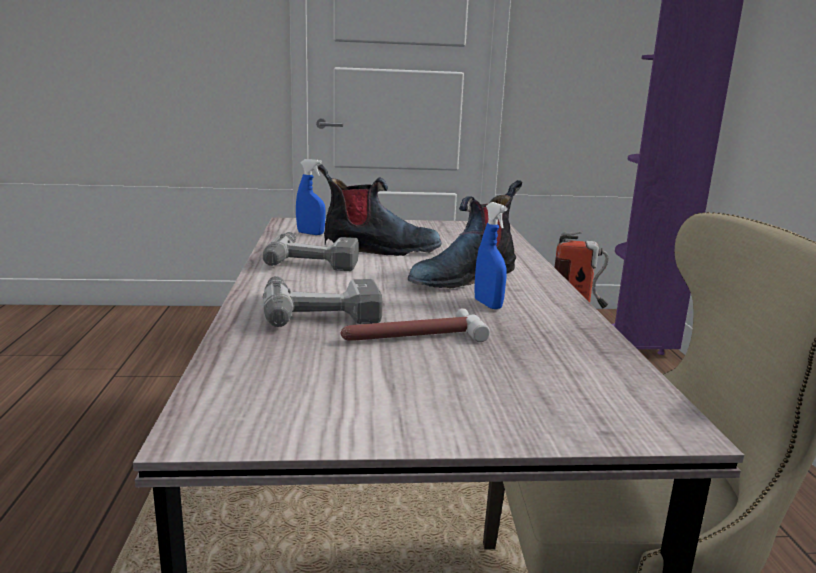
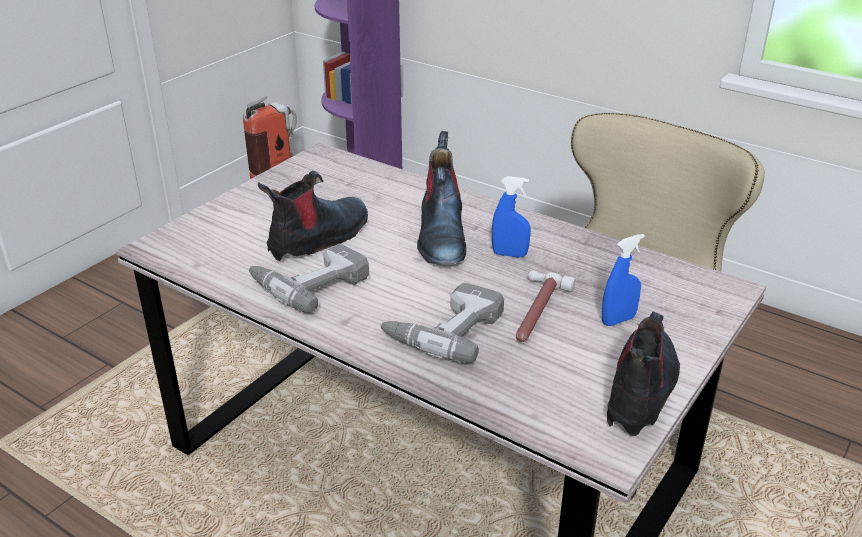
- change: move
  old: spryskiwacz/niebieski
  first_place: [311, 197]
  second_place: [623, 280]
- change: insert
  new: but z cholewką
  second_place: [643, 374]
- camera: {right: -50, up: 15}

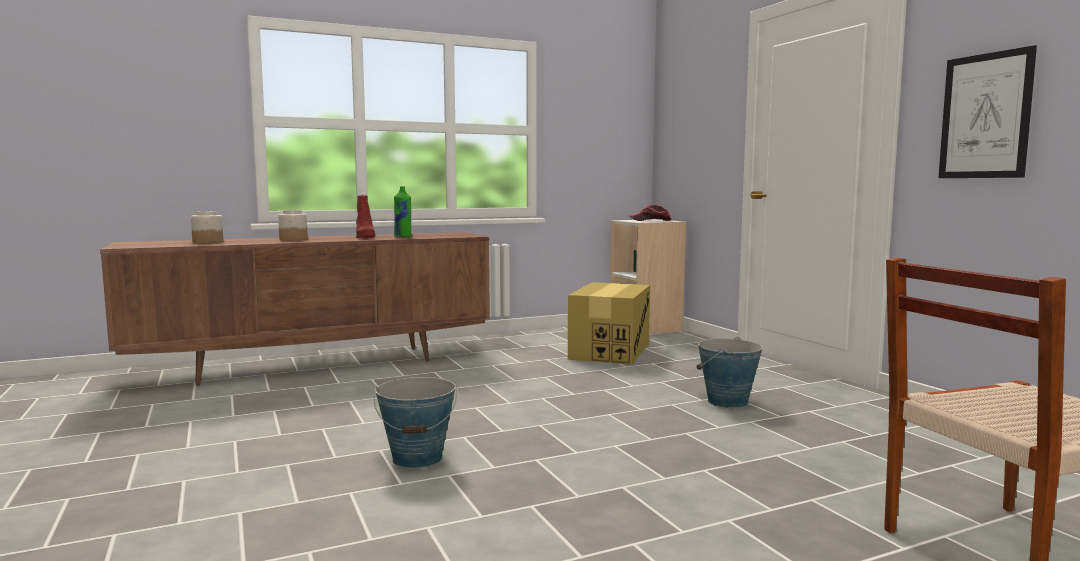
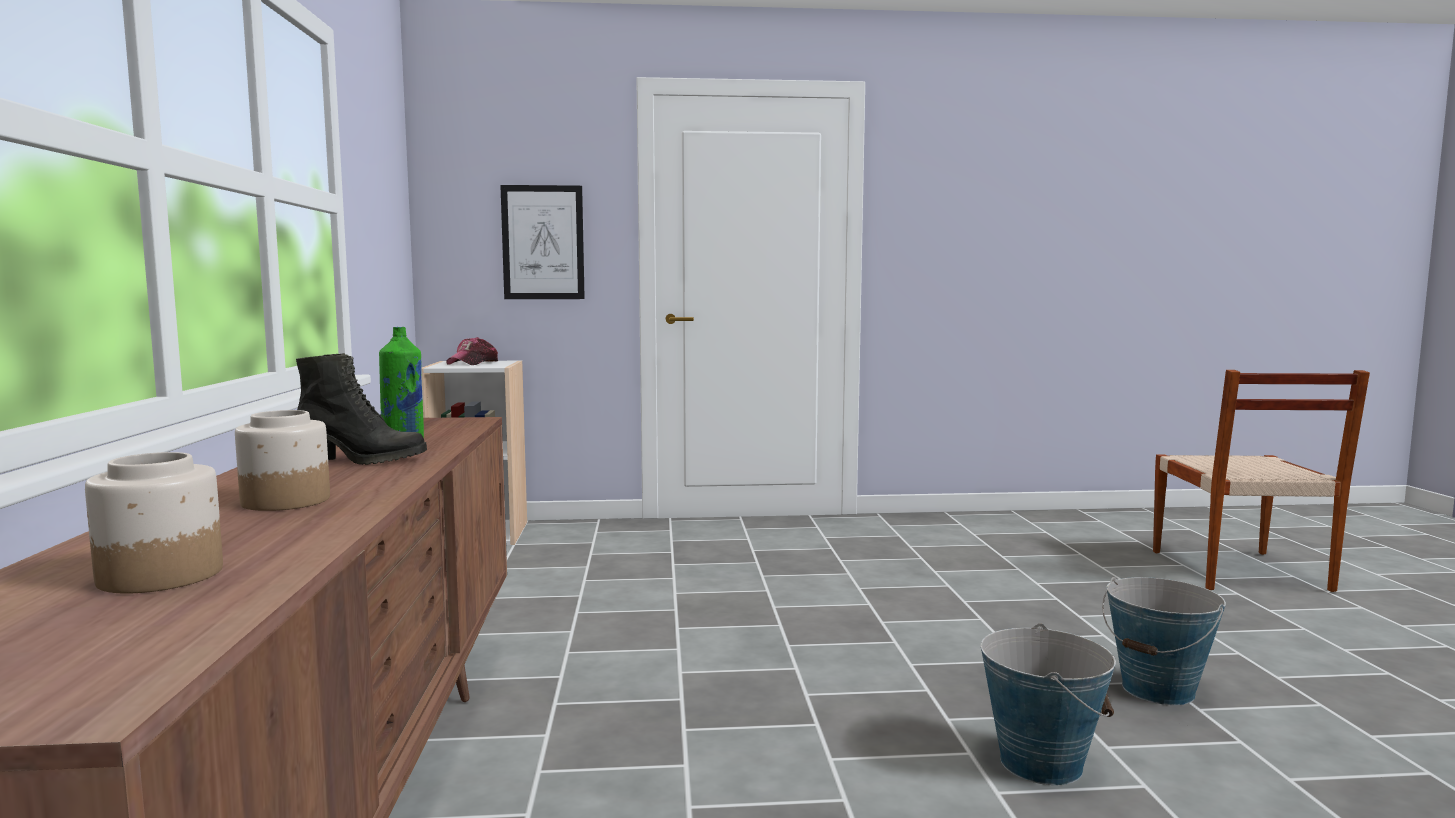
- change: recolor
  old: but z cholewką/czerwony
  new: but z cholewką/czarny
  first_place: [365, 216]
  second_place: [361, 409]
- change: delete
  old: karton
  first_place: [609, 323]
- change: move
  old: wiadro
  first_place: [730, 372]
  second_place: [1164, 641]
- change: move
  old: obraz
  first_place: [988, 111]
  second_place: [542, 242]
- camera: {right: -70, up: 0}

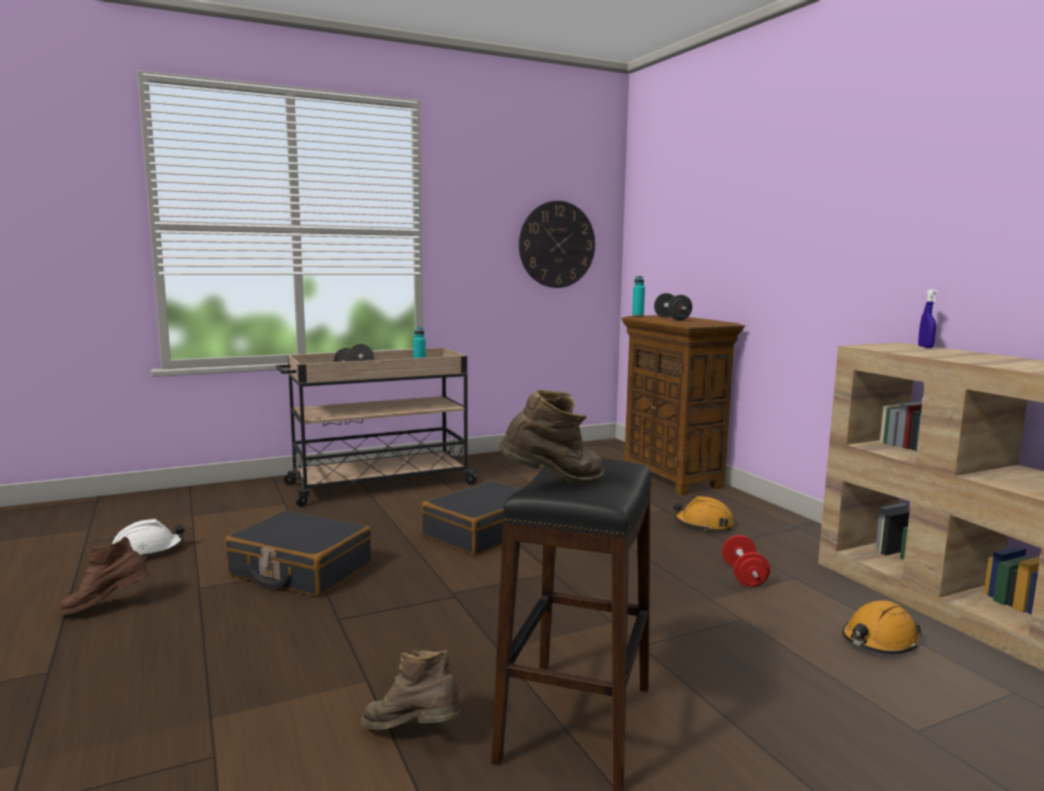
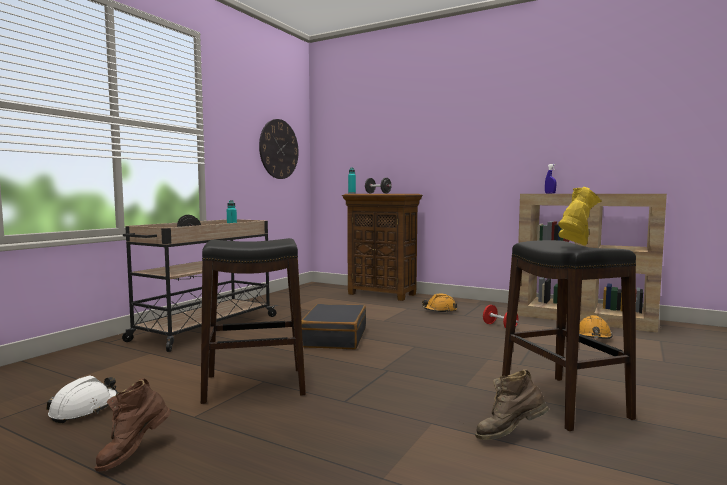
- change: replace
  old: walizka/czarny
  new: stołek/czarny
  first_place: [298, 553]
  second_place: [253, 321]
- change: recolor
  old: but z cholewką/brązowy
  new: but z cholewką/żółty
  first_place: [551, 437]
  second_place: [580, 216]
- camera: {right: -35, up: -5}

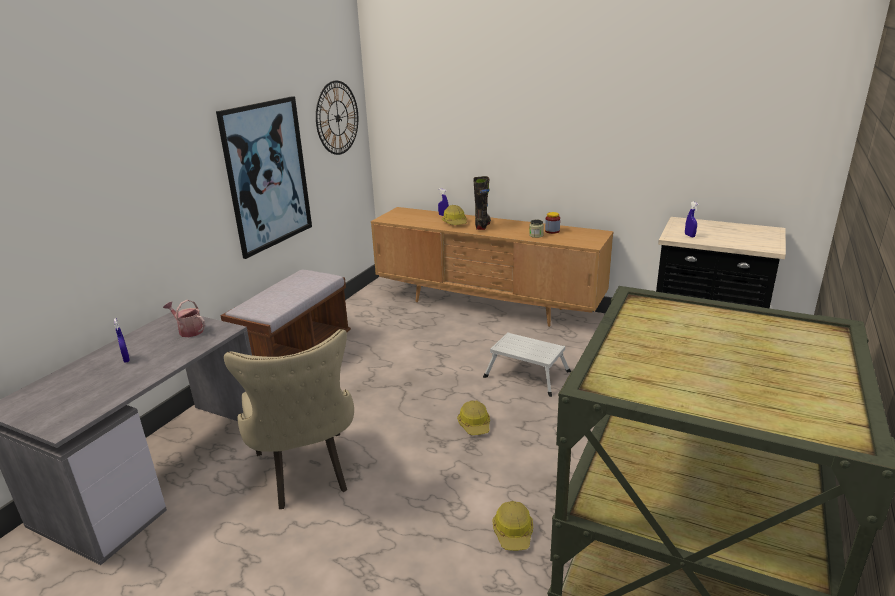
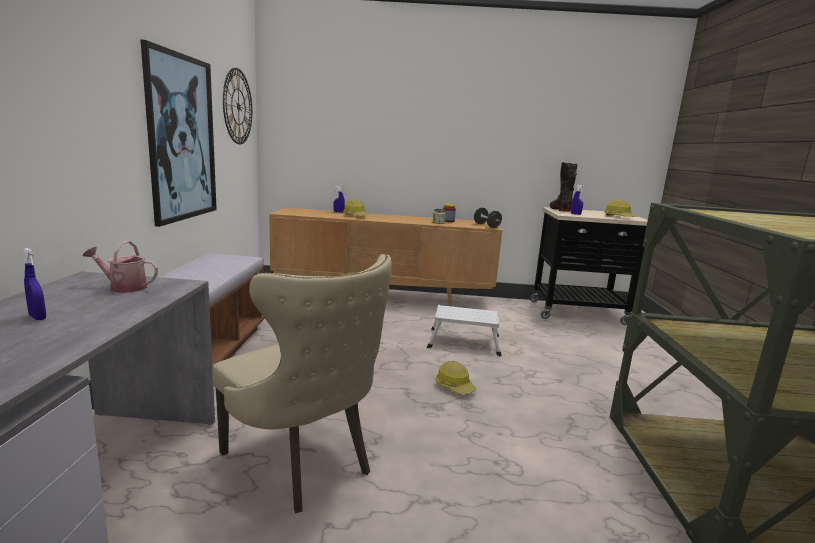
- change: move
  old: but z cholewką/czarny
  first_place: [482, 203]
  second_place: [563, 187]
- change: move
  old: kask
  first_place: [512, 526]
  second_place: [620, 208]
- change: insert
  new: hantel/czarny
  second_place: [488, 218]
- camera: {right: -25, up: -10}

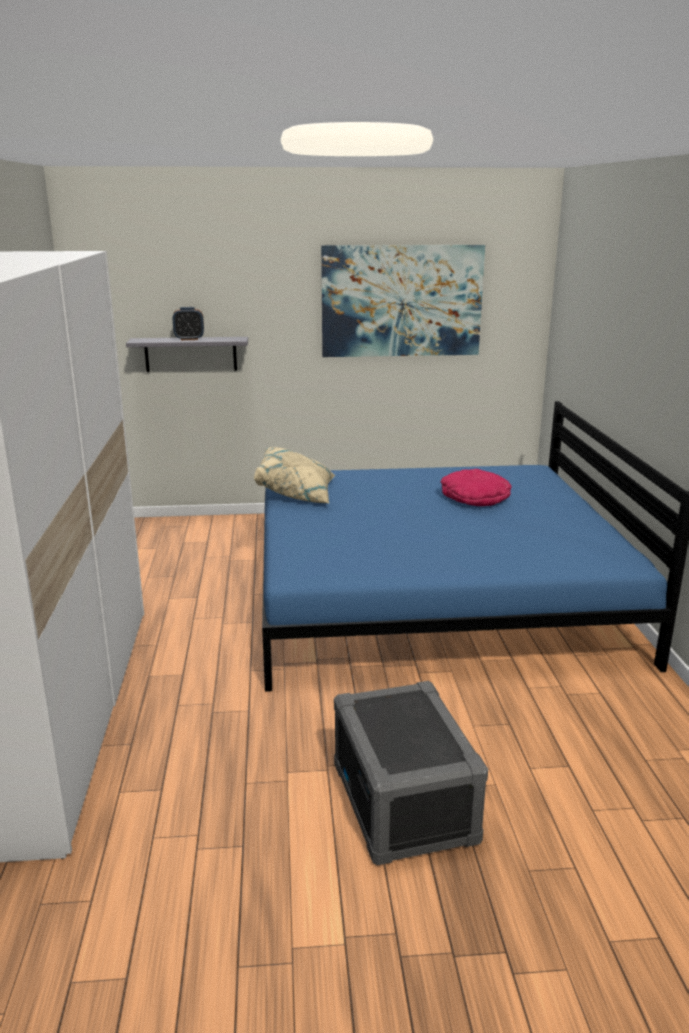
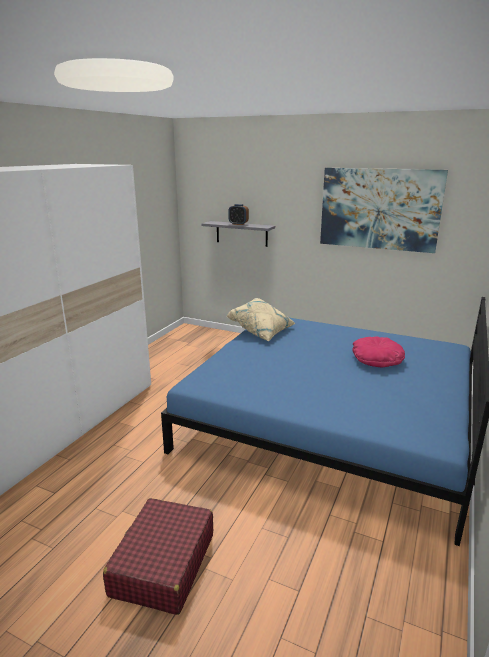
- change: replace
  old: pojemnik do przechowywania/szary
  new: walizka/czerwony
  first_place: [411, 773]
  second_place: [158, 556]
- camera: {right: 30, up: 0}

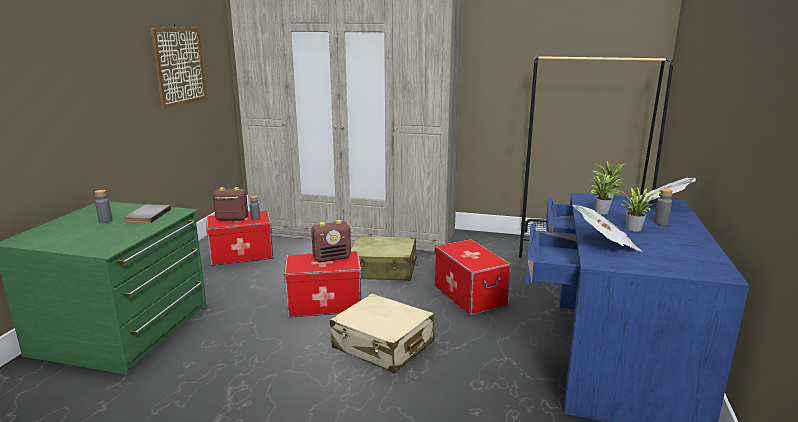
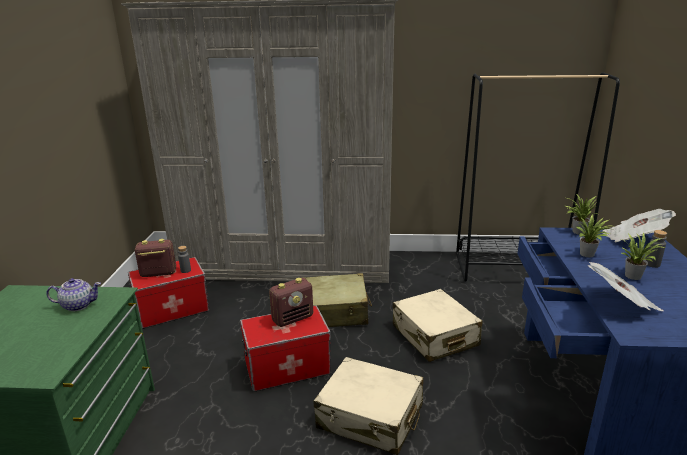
- change: delete
  old: butelka/szary
  first_place: [103, 206]
- change: replace
  old: książka/szary
  new: imbryk
  first_place: [147, 213]
  second_place: [73, 294]
- change: delete
  old: obraz
  first_place: [179, 67]
- change: replace
  old: pojemnik do przechowywania
  new: walizka/beżowy
  first_place: [473, 277]
  second_place: [437, 325]
- camera: {right: -10, up: 5}

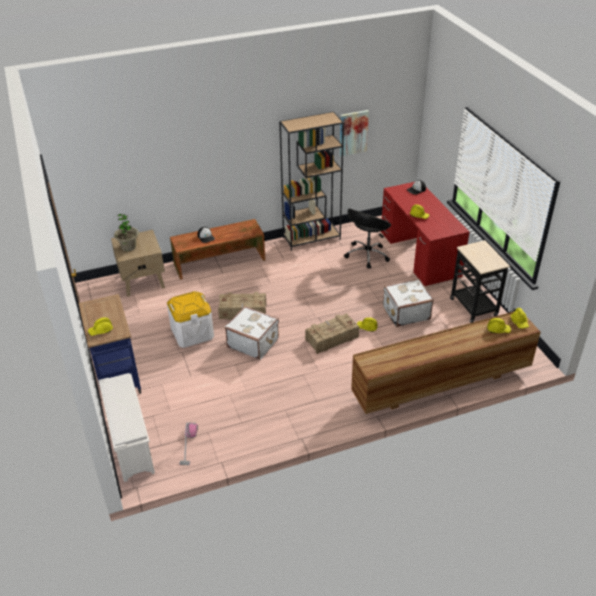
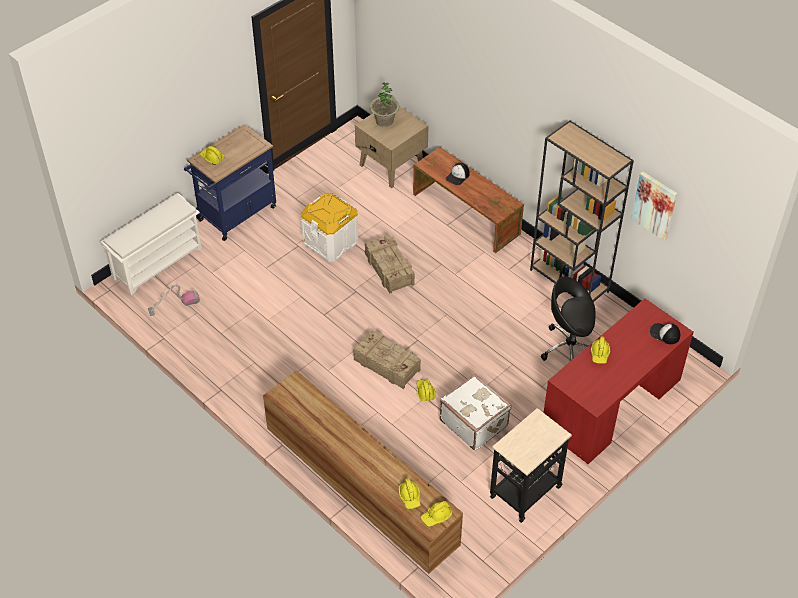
- change: delete
  old: walizka/biały
  first_place: [252, 333]
- camera: {right: 65, up: 10}

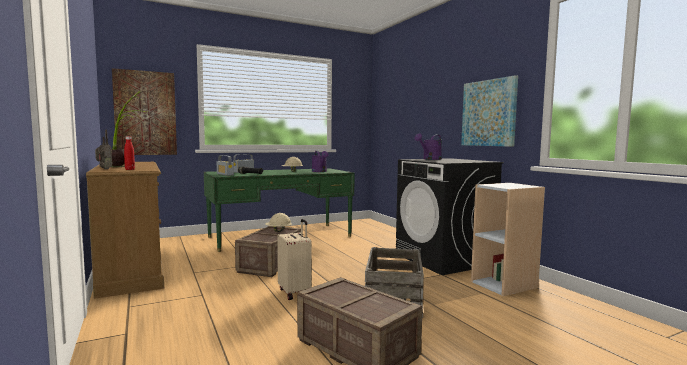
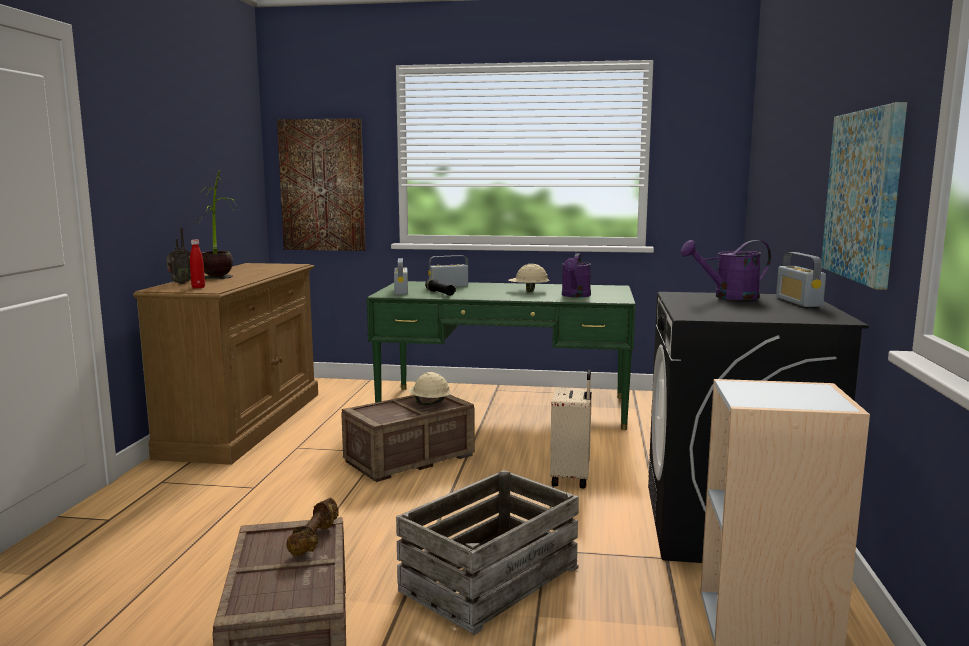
- change: move
  old: walizka/beżowy
  first_place: [294, 259]
  second_place: [571, 429]
- change: insert
  new: hantel/brązowy
  second_place: [312, 527]
- change: insert
  new: radio
  second_place: [801, 279]
- camera: {right: 35, up: 5}

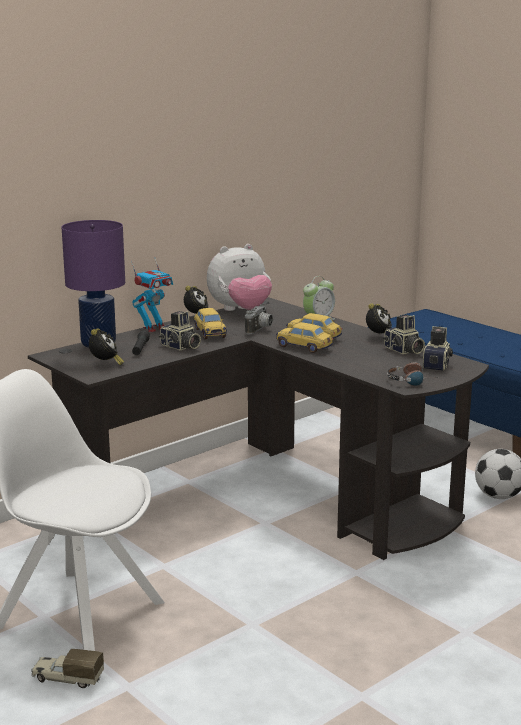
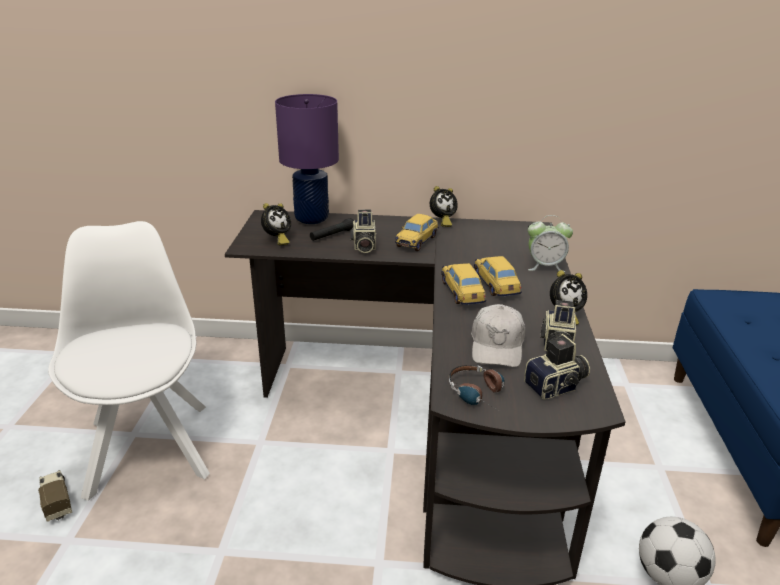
- change: delete
  old: robot zabawkowy
  first_place: [152, 294]
- change: delete
  old: pluszak
  first_place: [239, 277]
- change: delete
  old: aparat fotograficzny
  first_place: [259, 319]
- change: insert
  new: czapka z daszkiem/biały
  second_place: [498, 335]
- camera: {right: 45, up: 10}

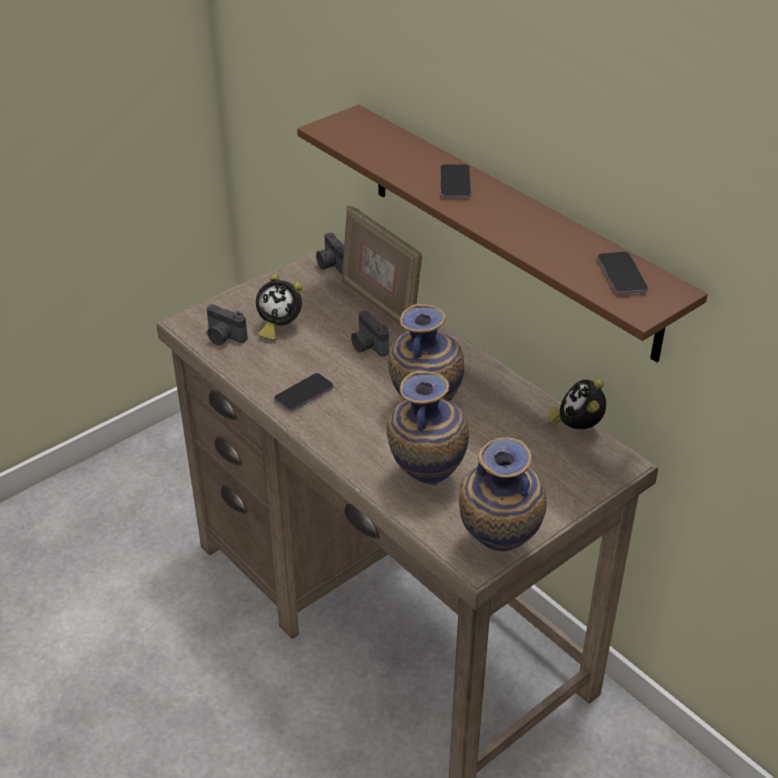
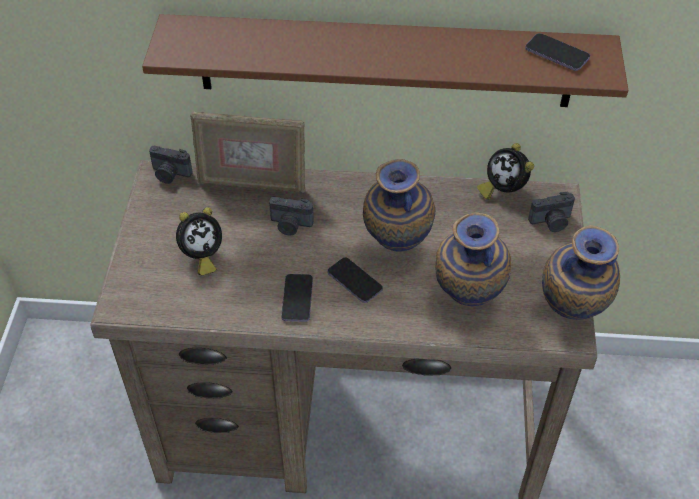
- change: move
  old: aparat fotograficzny
  first_place: [227, 324]
  second_place: [551, 212]
- change: move
  old: telefon
  first_place: [455, 181]
  second_place: [355, 280]
- camera: {right: -45, up: 10}

